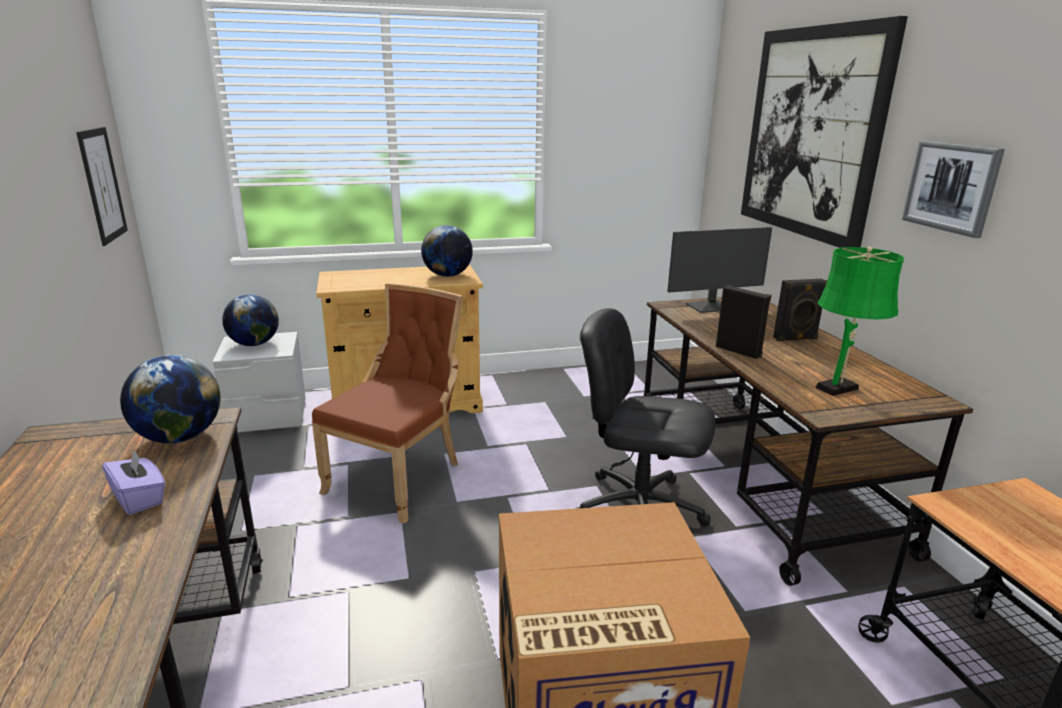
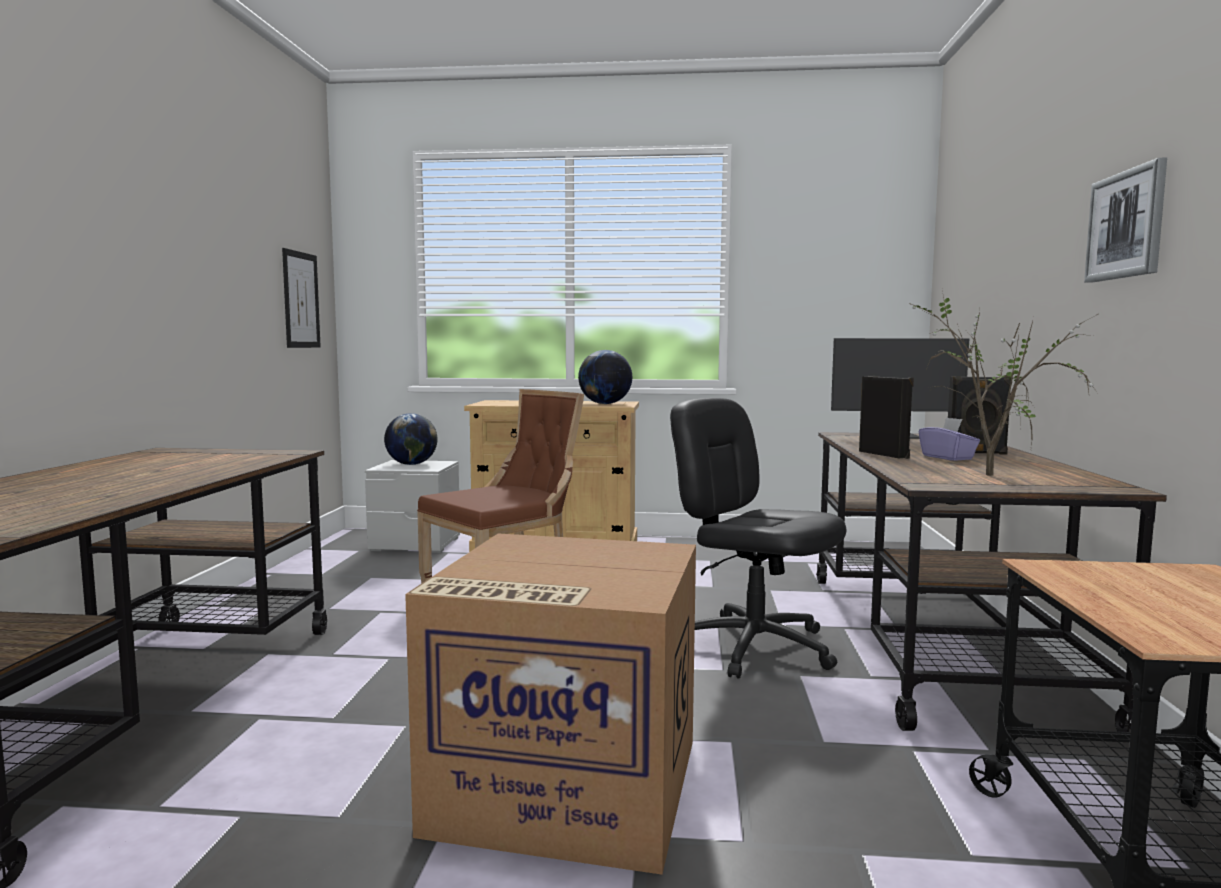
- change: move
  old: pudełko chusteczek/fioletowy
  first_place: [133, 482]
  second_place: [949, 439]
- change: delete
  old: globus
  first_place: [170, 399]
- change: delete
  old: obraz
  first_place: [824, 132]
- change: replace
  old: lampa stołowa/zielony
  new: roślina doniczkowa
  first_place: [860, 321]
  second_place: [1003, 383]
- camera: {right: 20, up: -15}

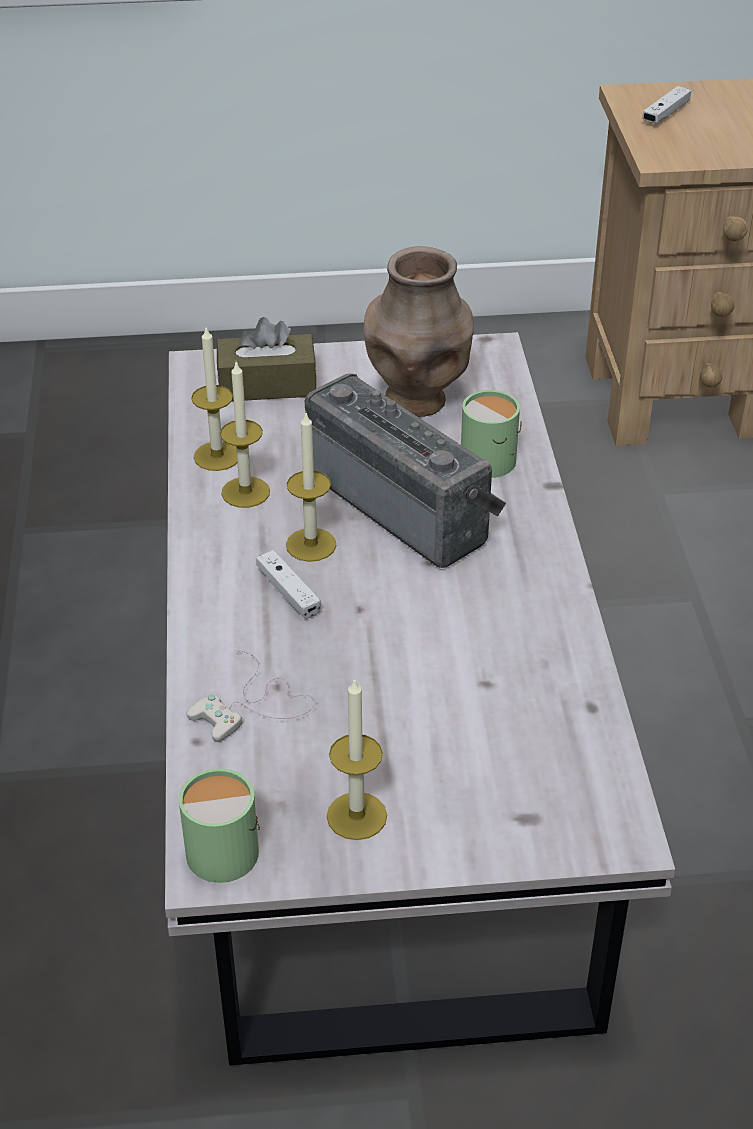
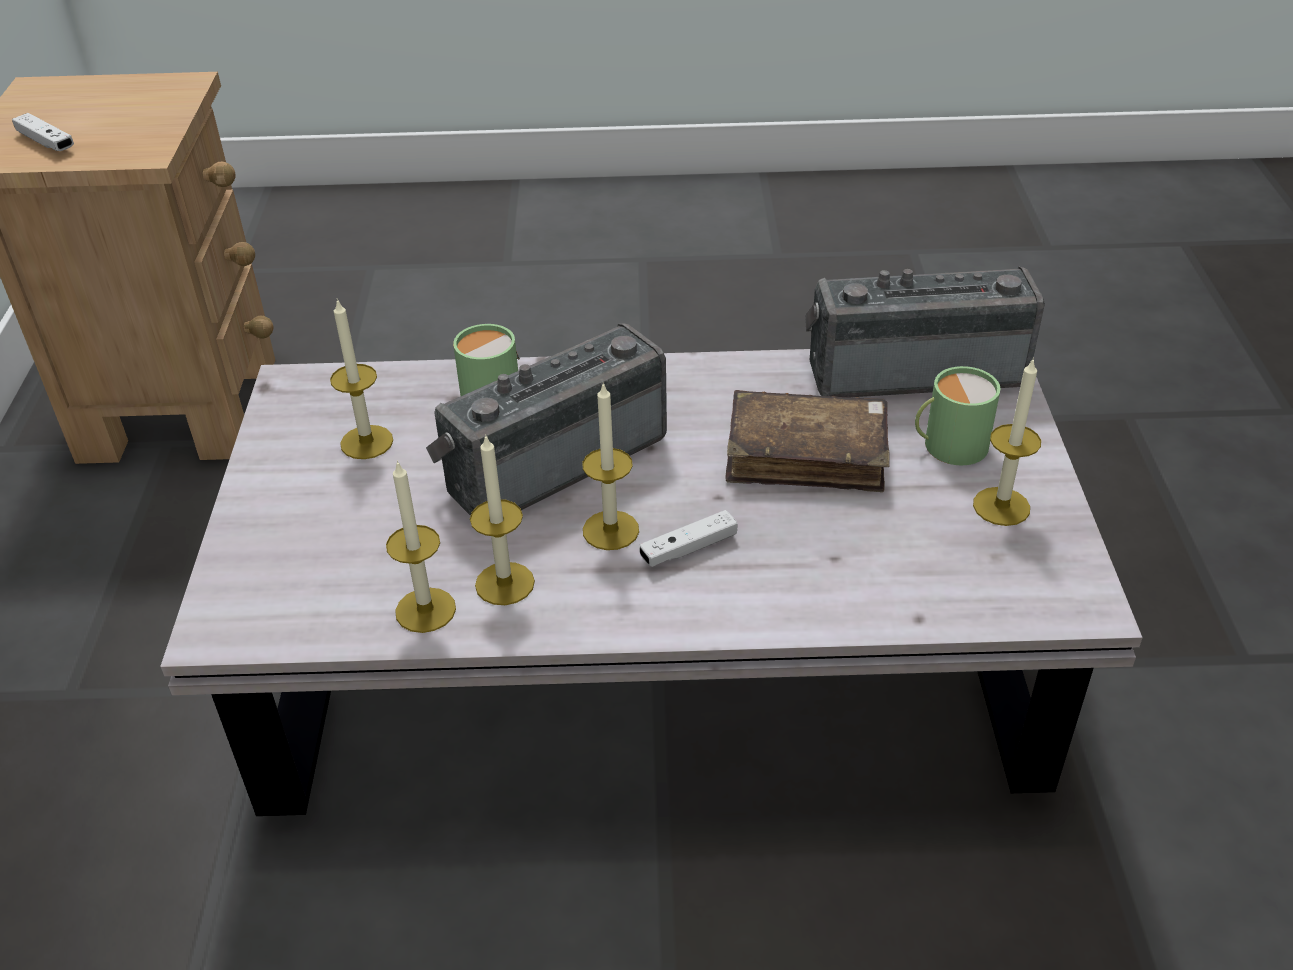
- change: move
  old: kubek/zielony
  first_place: [219, 825]
  second_place: [957, 415]
- change: delete
  old: pad do gier/biały
  first_place: [251, 696]
- change: delete
  old: pudełko chusteczek/brązowy
  first_place: [267, 359]
- change: replace
  old: wazon/brązowy
  new: świeca
  first_place: [419, 331]
  second_place: [361, 379]
- change: insert
  new: książka/brązowy
  second_place: [807, 441]
- change: insert
  new: radio
  second_place: [925, 331]
- camera: {right: -85, up: 0}

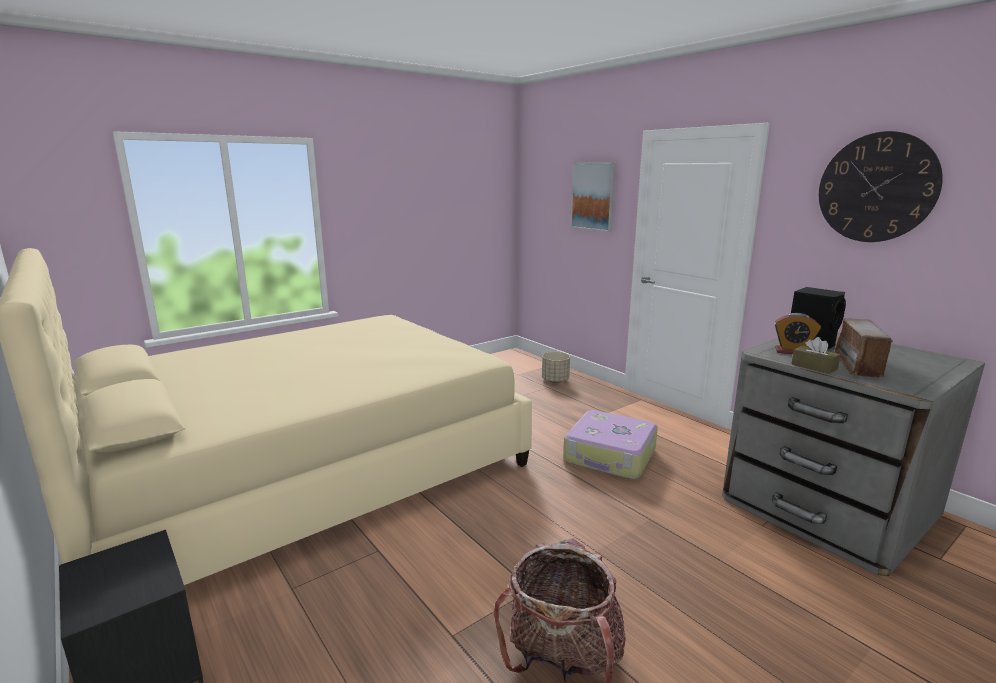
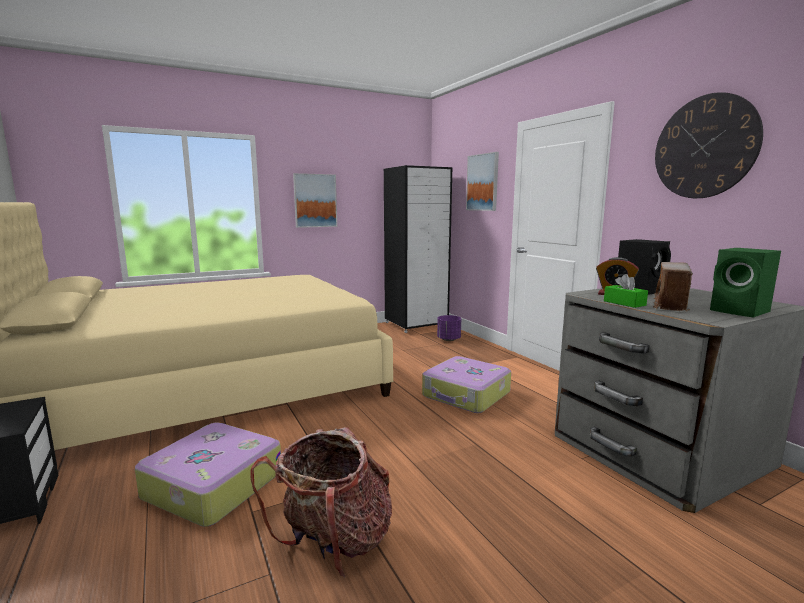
- change: recolor
  old: donica/beżowy
  new: donica/fioletowy
  first_place: [556, 367]
  second_place: [449, 328]
- change: recolor
  old: pudełko chusteczek/brązowy
  new: pudełko chusteczek/zielony
  first_place: [816, 355]
  second_place: [626, 291]
- change: insert
  new: walizka
  second_place: [208, 474]
- change: insert
  new: obraz
  second_place: [315, 200]
- change: insert
  new: szafa
  second_place: [418, 249]
- change: insert
  new: głośnik/zielony
  second_place: [745, 283]
- camera: {right: 10, up: -5}

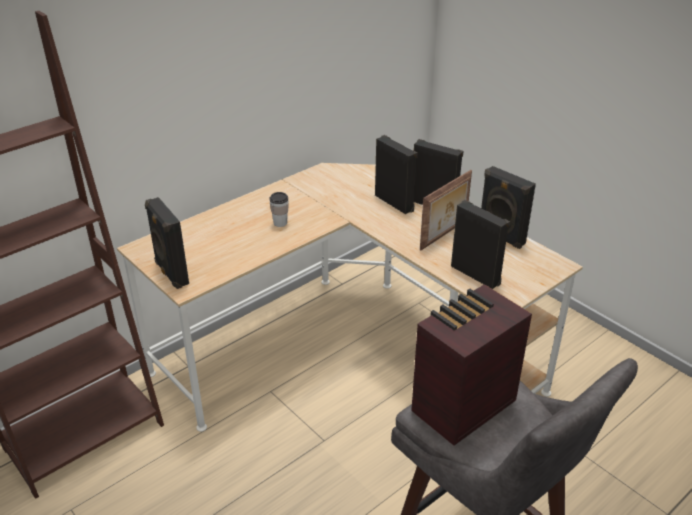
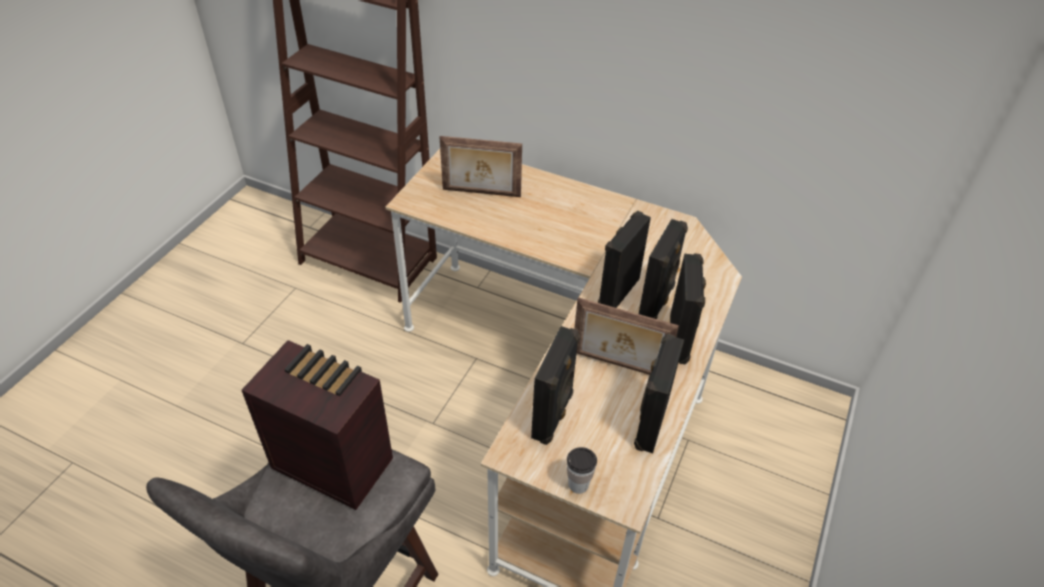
- change: move
  old: głośnik/czarny
  first_place: [167, 243]
  second_place: [624, 259]
- change: move
  old: filiżanka
  first_place: [279, 209]
  second_place: [582, 470]
- change: insert
  new: ramka na zdjęcie
  second_place: [481, 166]
- camera: {right: 65, up: 10}

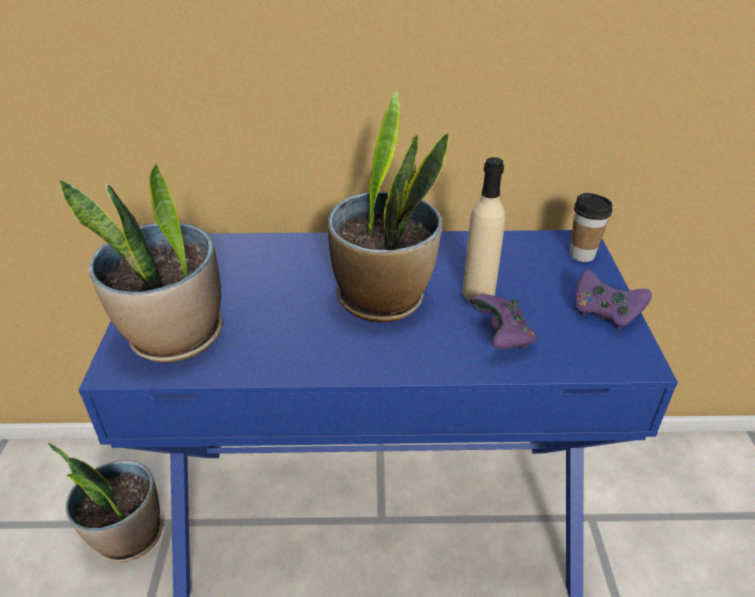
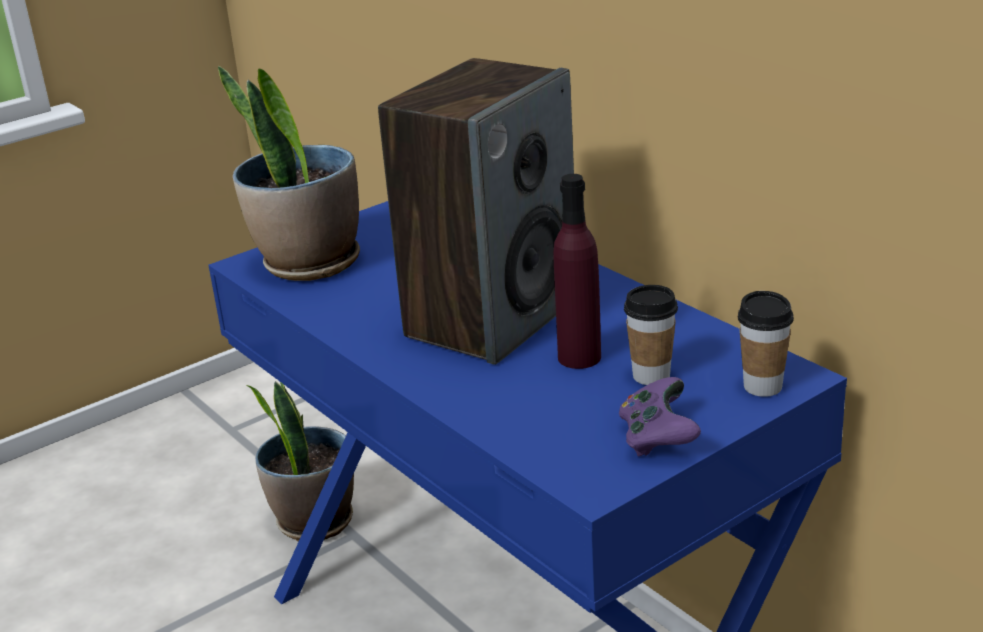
- change: replace
  old: roślina doniczkowa
  new: głośnik
  first_place: [388, 206]
  second_place: [476, 211]
- change: recolor
  old: butelka/beżowy
  new: butelka/fioletowy
  first_place: [483, 229]
  second_place: [577, 271]
- change: delete
  old: pad do gier/fioletowy
  first_place: [503, 321]
- change: insert
  new: filiżanka
  second_place: [651, 335]
- camera: {right: 55, up: -10}

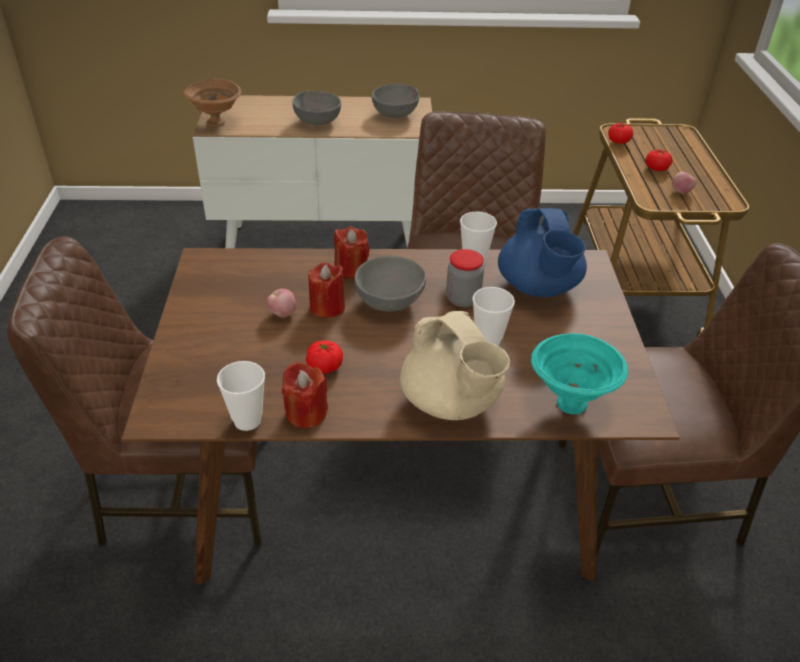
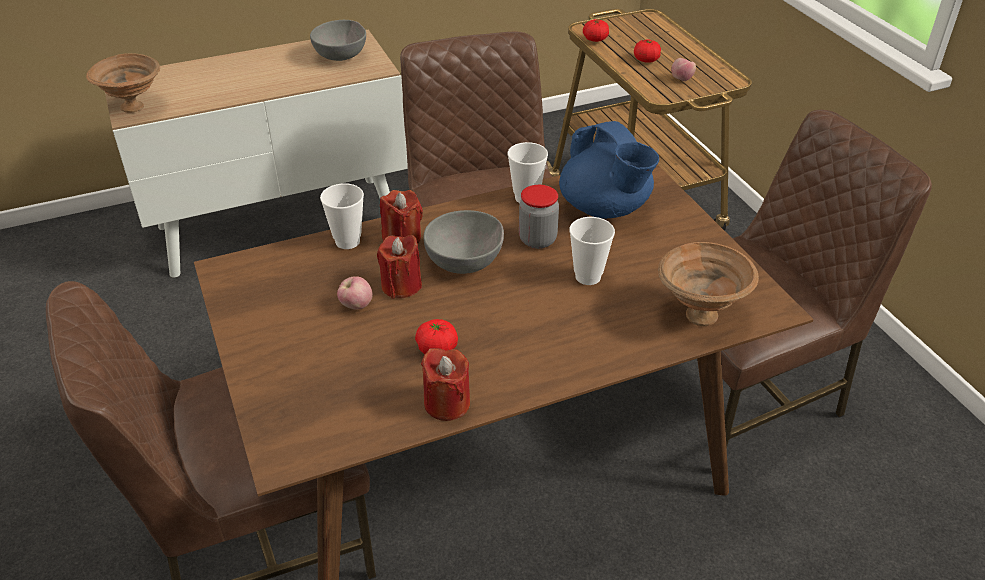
- change: move
  old: filiżanka
  first_place: [241, 396]
  second_place: [342, 216]
- change: delete
  old: miska/szary
  first_place: [316, 107]
- change: delete
  old: imbryk/beżowy
  first_place: [455, 365]
- change: recolor
  old: miska/turkusowy
  new: miska/brązowy
  first_place: [579, 373]
  second_place: [708, 284]
- camera: {right: -20, up: 0}

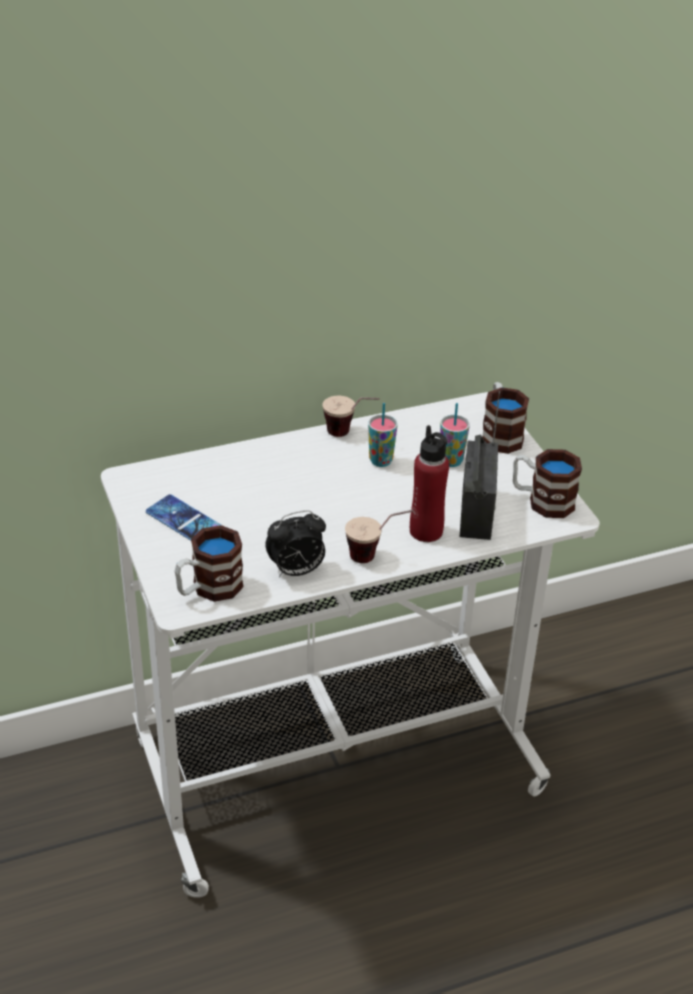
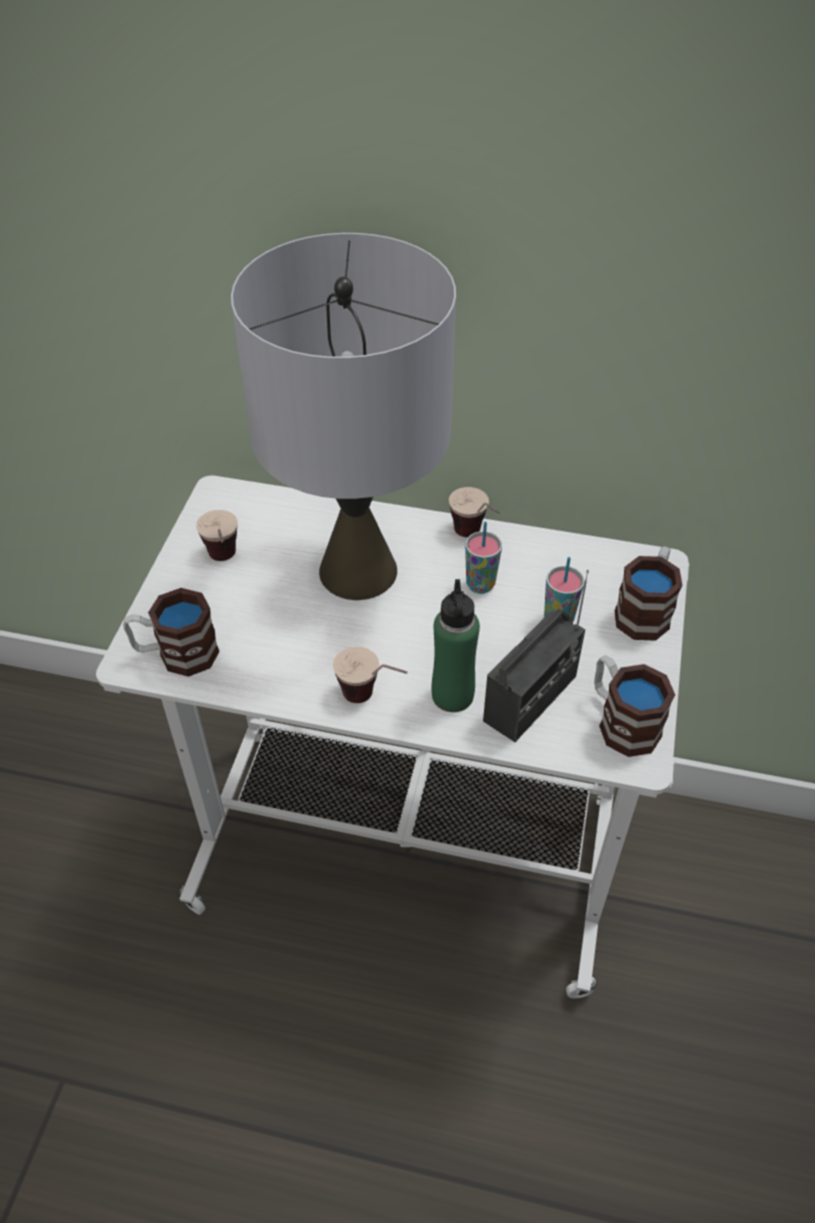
- change: replace
  old: telefon
  new: filiżanka
  first_place: [183, 517]
  second_place: [217, 535]
- change: delete
  old: budzik
  first_place: [296, 543]
- change: recolor
  old: butelka/czerwony
  new: butelka/zielony
  first_place: [429, 483]
  second_place: [455, 645]
- change: insert
  new: lampa stołowa/szary
  second_place: [343, 416]
- camera: {right: 35, up: 10}

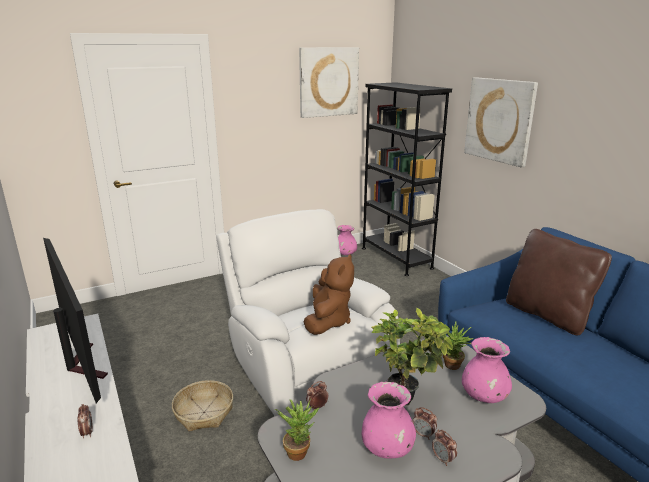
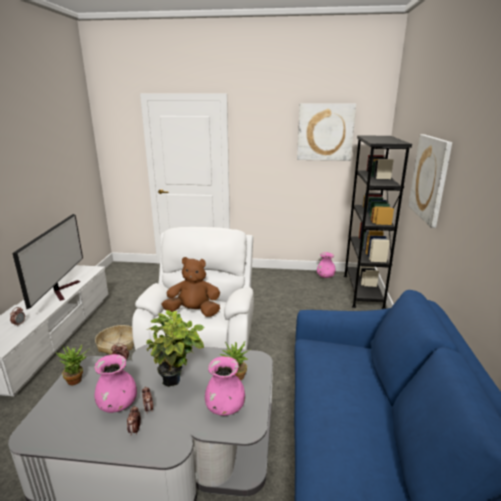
- change: rotate
  old: pluszak/brązowy
  first_place: [329, 294]
  second_place: [190, 287]
  degrees: -135
- change: delete
  old: poduszka/brązowy
  first_place: [559, 282]
- camera: {right: 35, up: 0}

